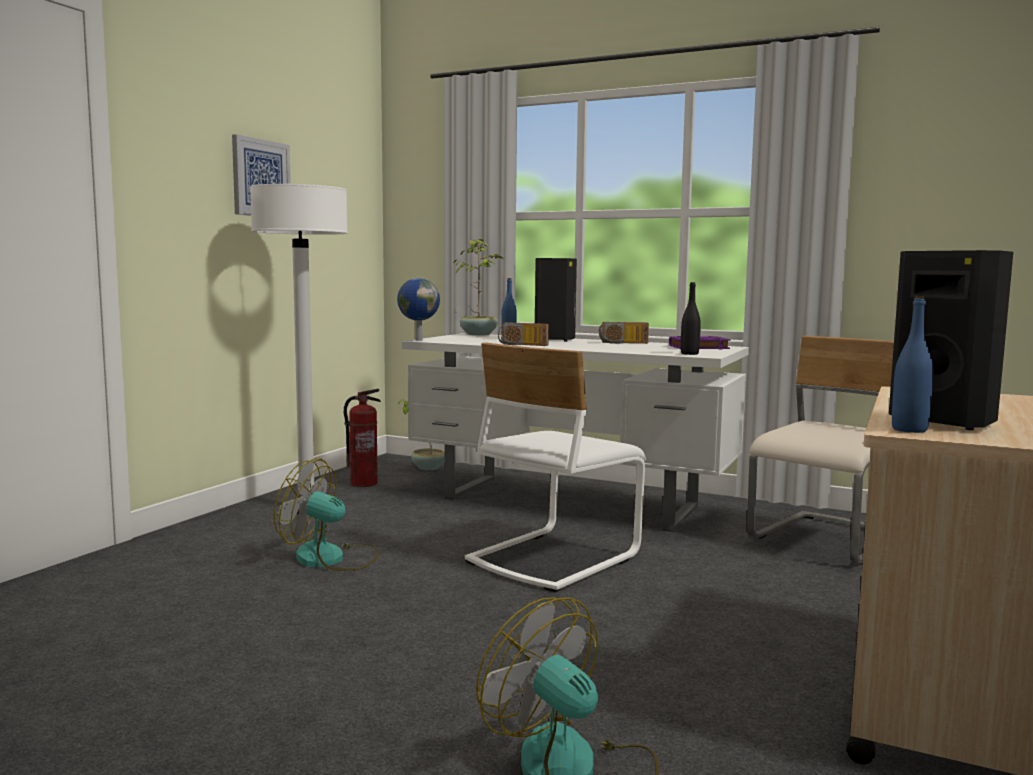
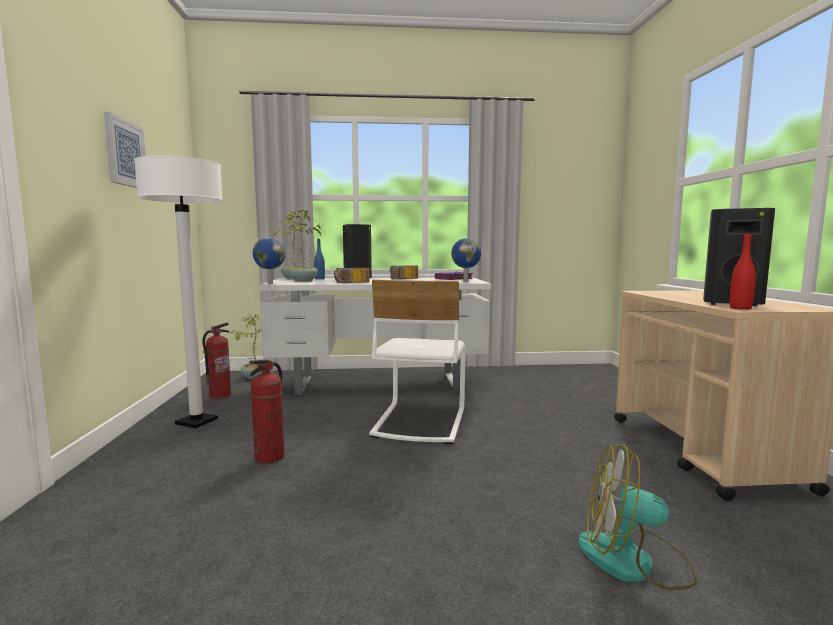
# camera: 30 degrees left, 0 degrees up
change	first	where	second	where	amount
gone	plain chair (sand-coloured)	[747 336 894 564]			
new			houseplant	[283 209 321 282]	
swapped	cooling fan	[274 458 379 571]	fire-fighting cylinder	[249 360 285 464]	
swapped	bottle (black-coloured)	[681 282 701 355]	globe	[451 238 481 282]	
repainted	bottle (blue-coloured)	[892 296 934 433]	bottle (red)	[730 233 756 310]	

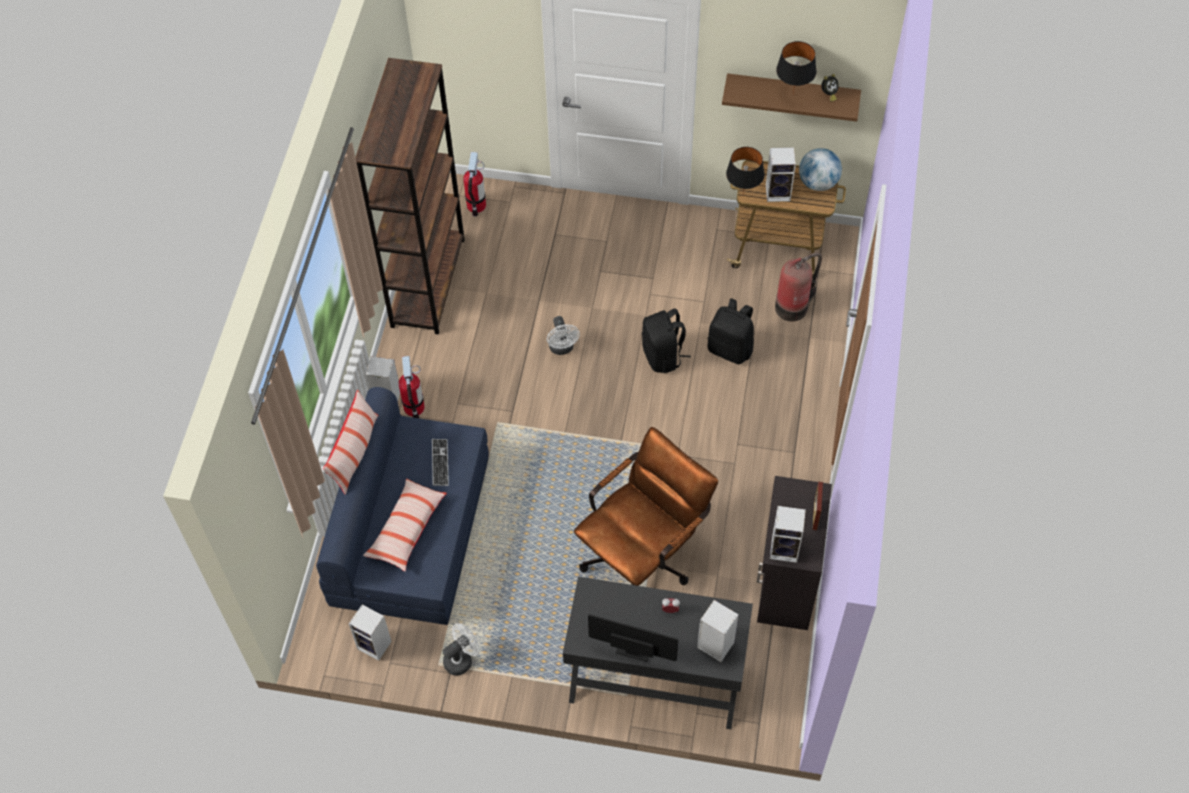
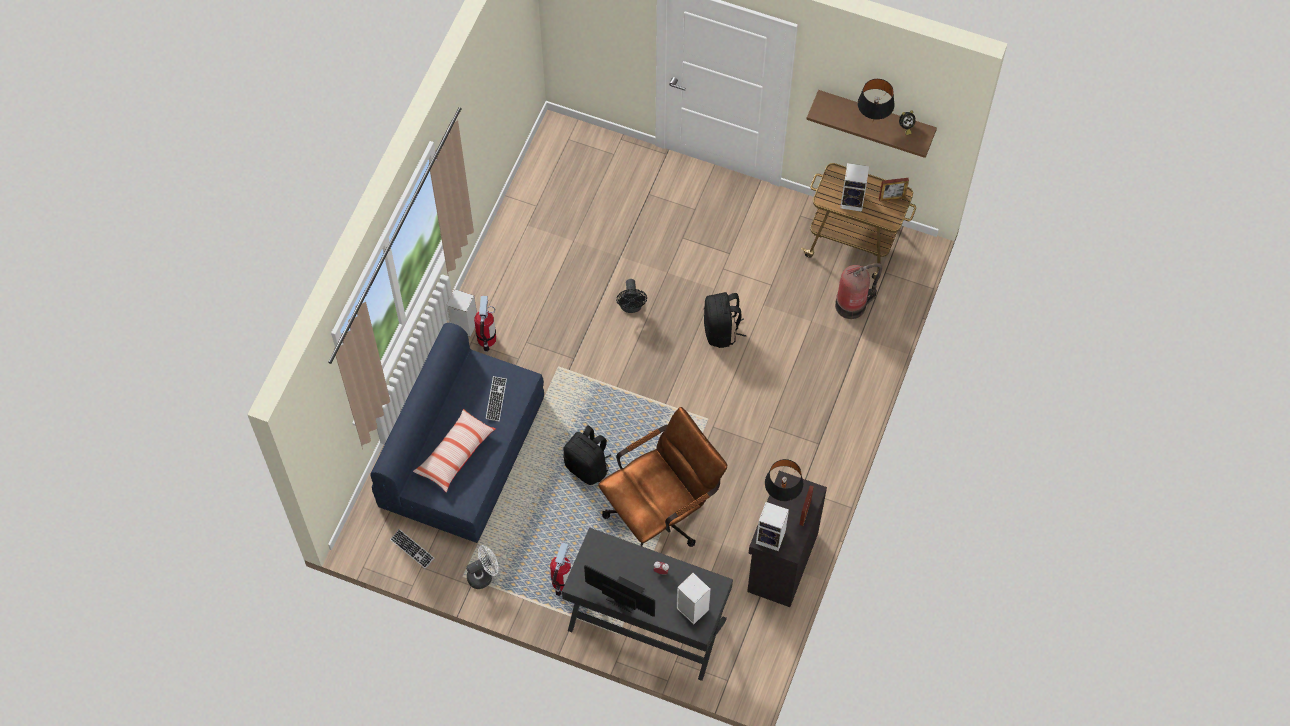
# camera: 10 degrees right, 5 degrees up
change	first	where	second	where	amount
gone	throw pillow	[323 390 378 495]			
gone	shelving unit (brown-coloured)	[355 58 465 335]			
shifted	fire-fighting cylinder	[463 152 486 216]		[550 542 573 596]	
shifted	rucksack (black-coloured)	[707 298 754 364]		[563 425 612 485]	
shifted	tabletop lamp (black-coloured)	[726 147 764 194]		[765 459 803 501]	
swapped	speaker	[349 604 392 661]	PC keyboard	[390 529 434 569]	
swapped	globe	[799 148 842 191]	picture frame	[879 178 909 201]	
repainted	cooling fan (white)	[547 316 580 355]	cooling fan (black-coloured)	[616 279 647 313]	

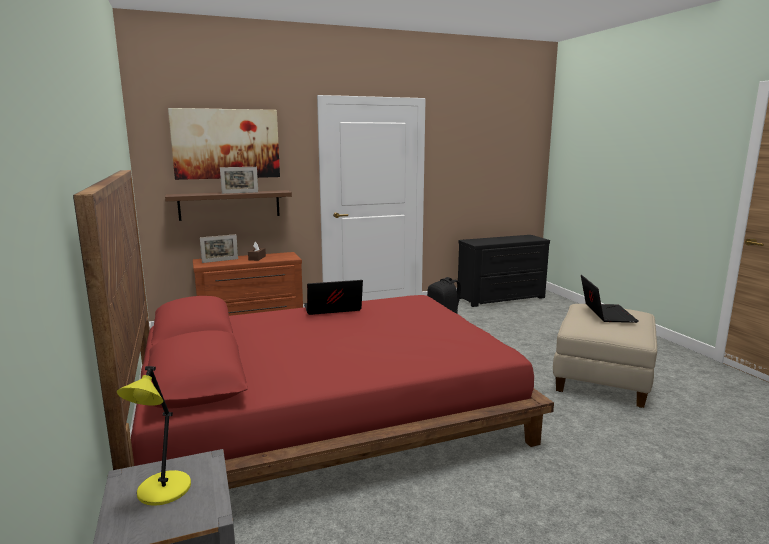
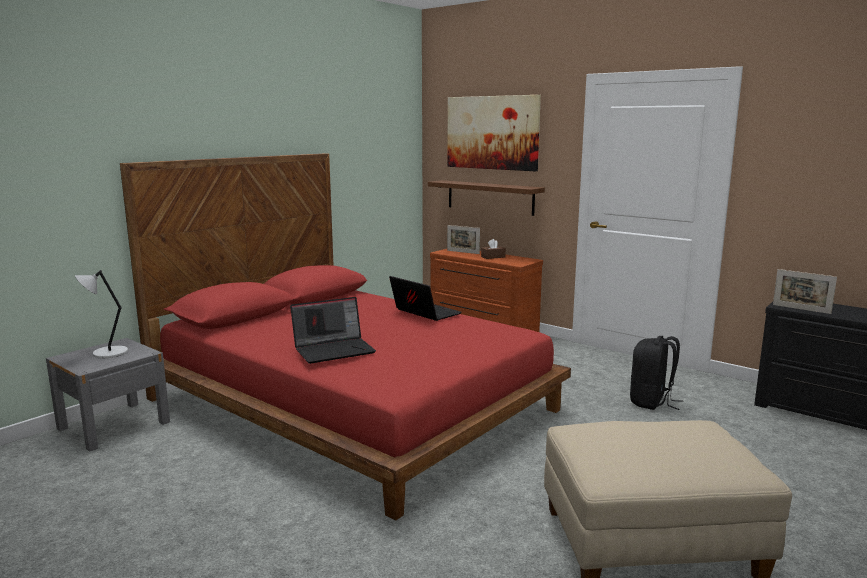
# camera: 60 degrees right, 0 degrees up
change	first	where	second	where	amount
shifted	picture frame	[220 167 258 194]		[773 269 837 314]	
shifted	laptop	[581 275 639 323]		[290 297 376 364]	
repainted	tabletop lamp (yellowish)	[117 366 191 506]	tabletop lamp (greyish)	[75 270 128 358]	

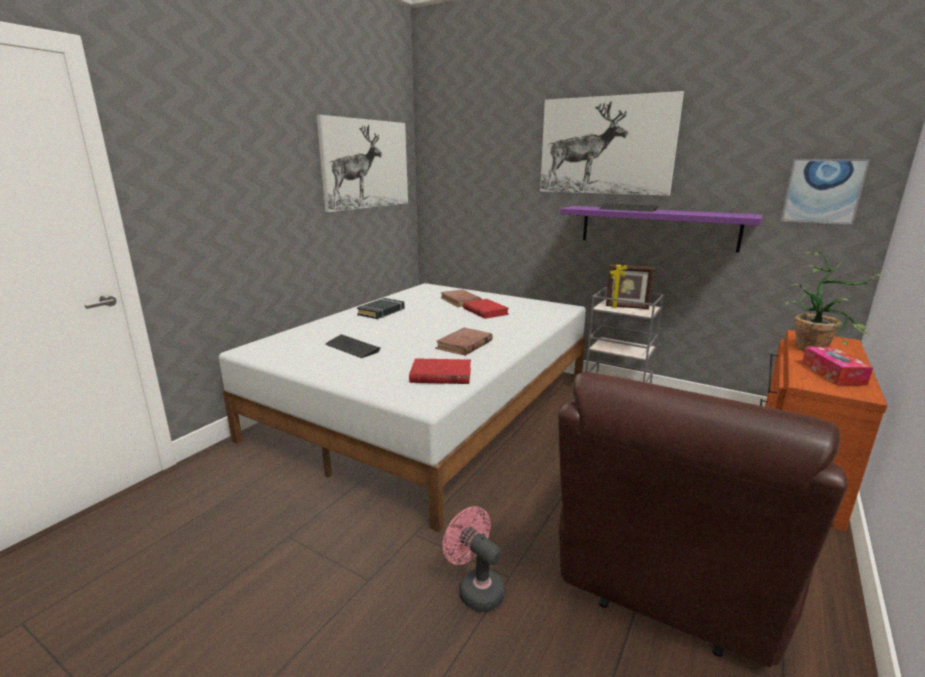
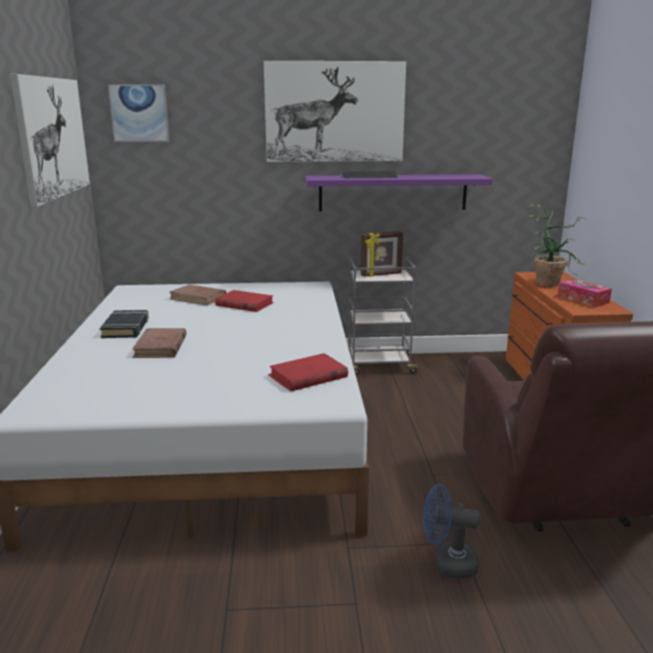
# camera: 35 degrees left, 0 degrees up
change	first	where	second	where	amount
gone	PC keyboard	[325 334 380 358]			
shifted	bound book (brown-coloured)	[435 328 493 355]		[132 328 187 358]	
shifted	wall art	[781 159 870 225]		[108 84 169 142]	
repainted	cooling fan (pinkish)	[443 506 505 612]	cooling fan (blue-coloured)	[423 484 480 579]	

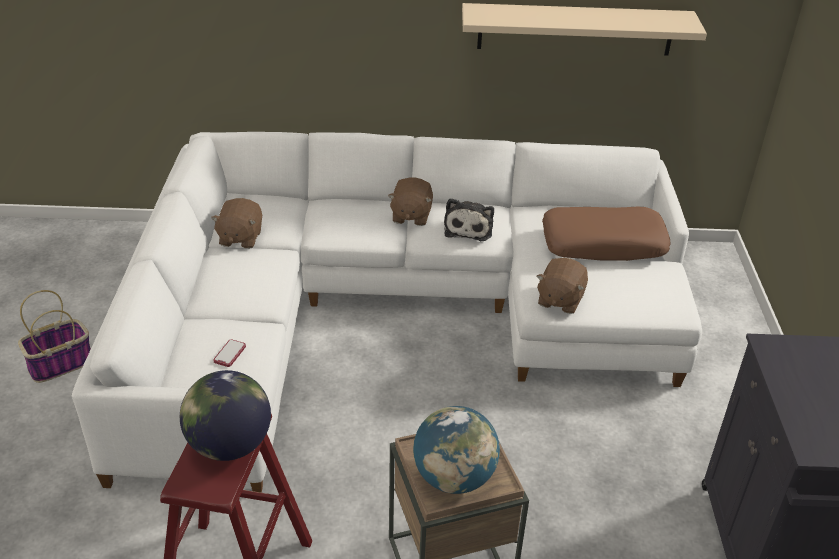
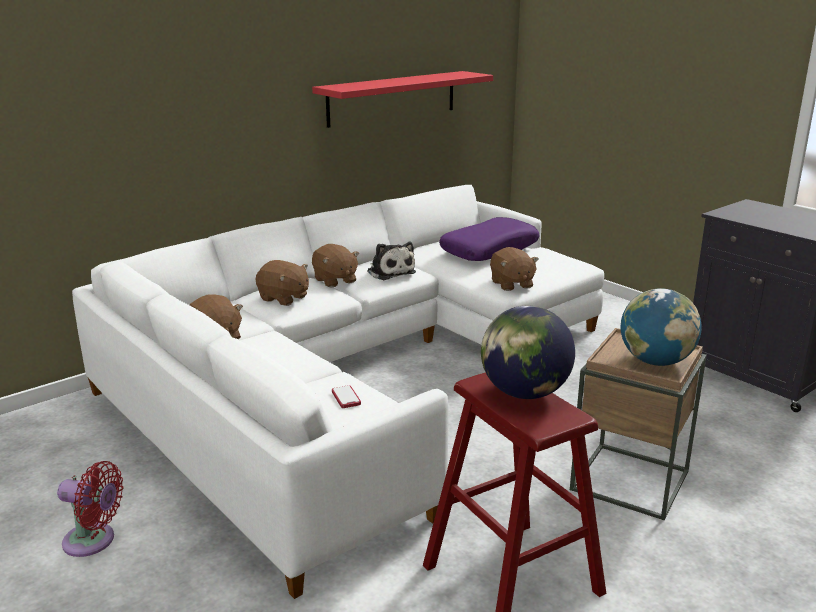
# camera: 40 degrees left, 15 degrees down
change	first	where	second	where	amount
new			cuddly toy (brown-coloured)	[256 260 309 306]	
swapped	storage basket	[18 290 91 383]	cooling fan (red)	[57 461 123 557]	
repainted	bracket shelf (sand-coloured)	[462 3 707 56]	bracket shelf (red)	[312 71 493 128]	
repainted	throw pillow (brown-coloured)	[542 207 670 261]	throw pillow (purple-coloured)	[439 217 540 261]	

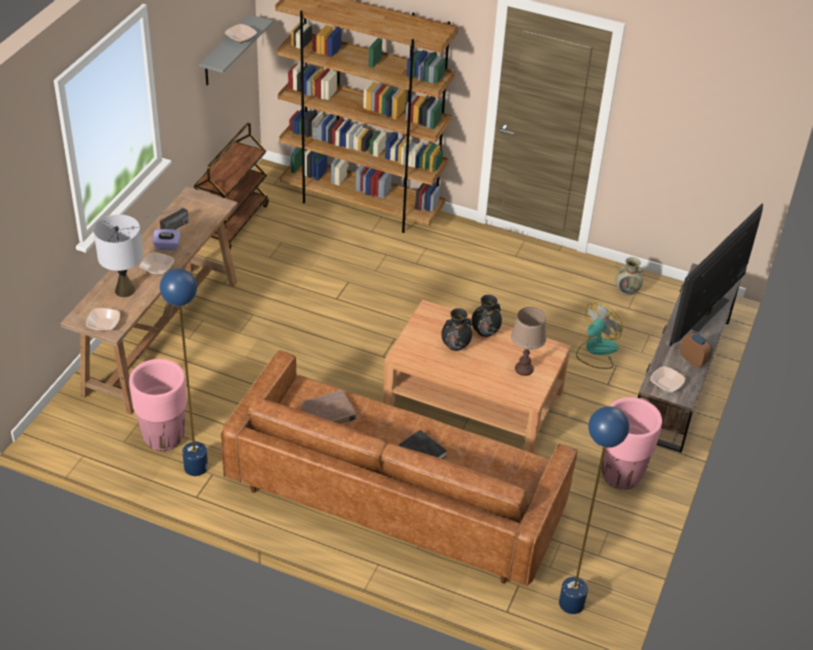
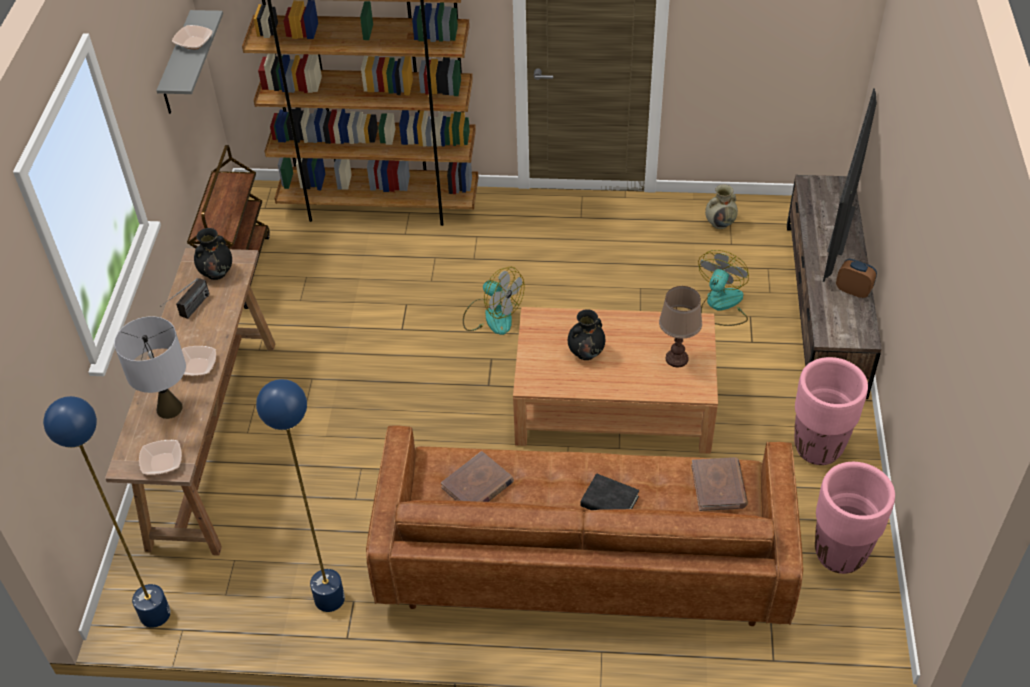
# camera: 15 degrees left, 5 degrees up
change	first	where	second	where	amount
gone	tissue box (purple-coloured)	[153 229 181 250]			
gone	deep dish	[650 366 686 392]			
new			cooling fan	[463 267 524 335]	
new			bound book (brown-coloured)	[691 457 748 511]	
shifted	flower pot (pinkish)	[129 359 187 451]		[815 462 895 574]	
shifted	flower vase (black-coloured)	[471 295 502 337]		[194 228 232 280]	
shifted	standard lamp (blue-coloured)	[559 406 629 614]		[43 396 171 628]	

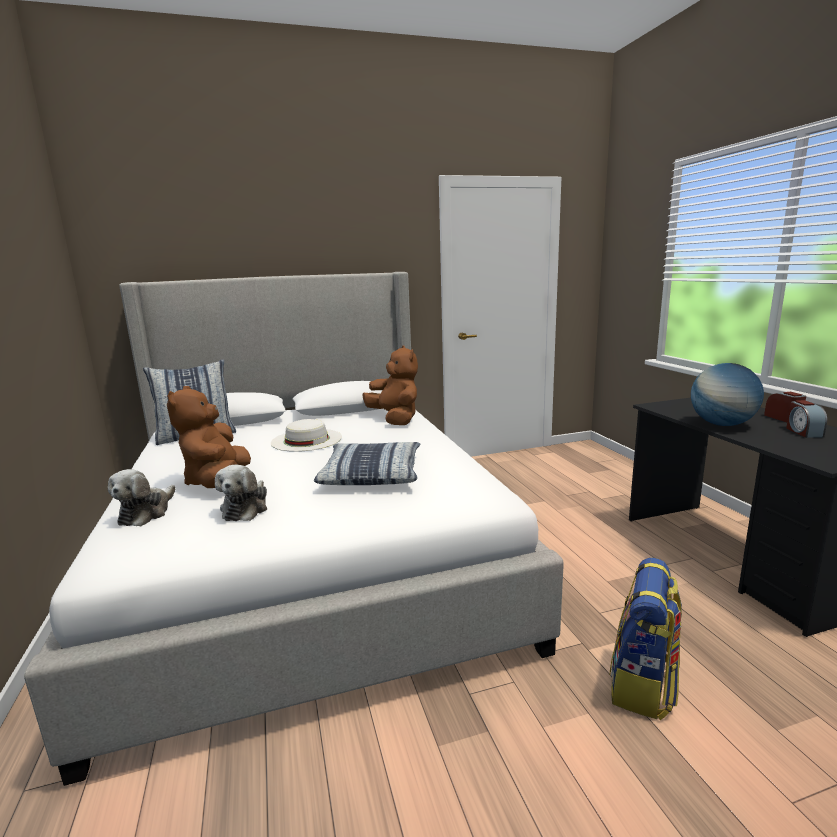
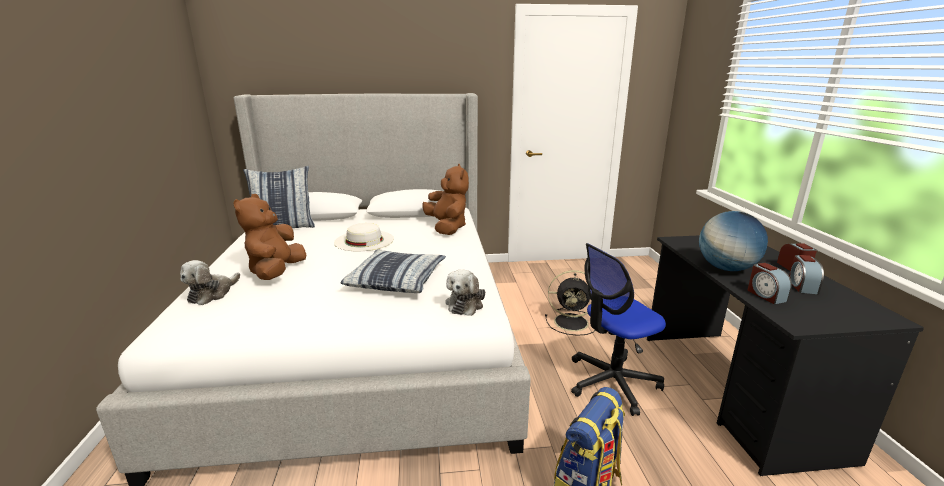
# camera: 10 degrees right, 5 degrees up
change	first	where	second	where	amount
new			cooling fan (black-coloured)	[545 270 595 336]	
new			computer chair	[571 243 666 416]	
new			alarm clock	[748 263 792 304]	
shifted	cuddly toy	[215 465 267 521]		[445 269 485 316]	

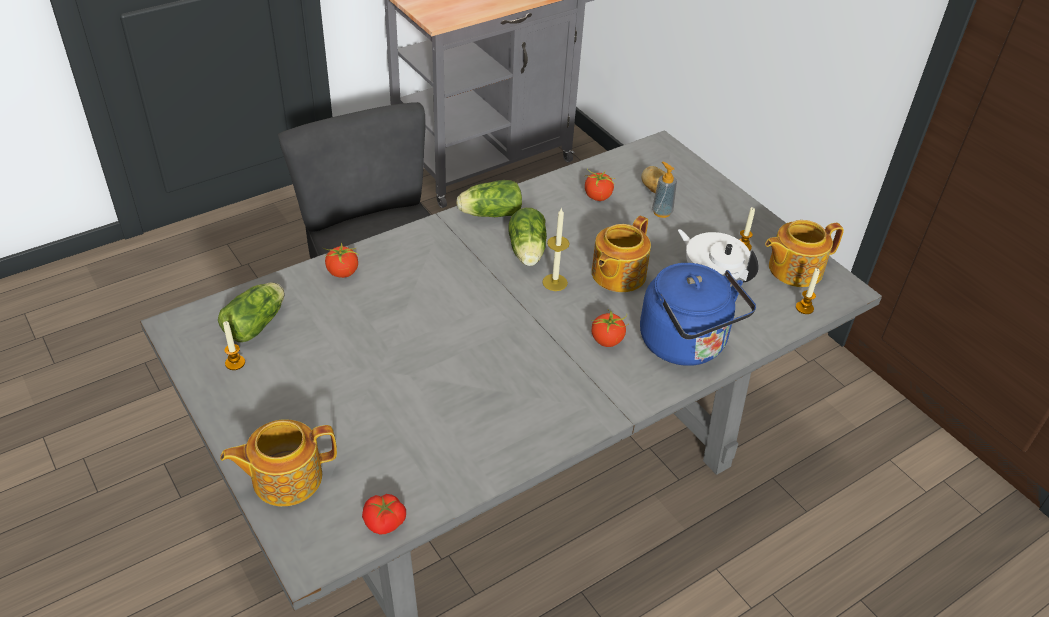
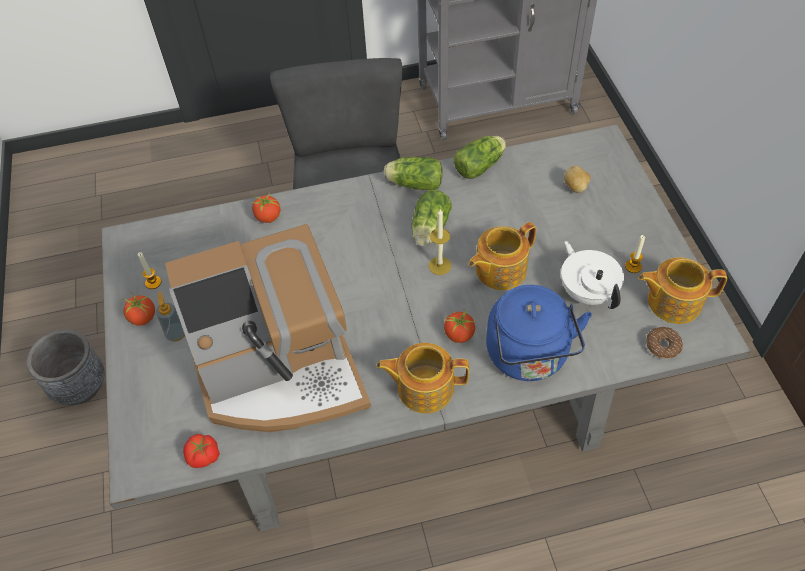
# camera: 25 degrees right, 10 degrees up
change	first	where	second	where	amount
new			flower pot (greyish)	[26 329 105 405]	
new			coffee machine	[165 224 371 432]	
shifted	head of lettuce	[218 283 284 342]		[453 136 506 179]	
shifted	pot for tea	[220 419 337 506]		[377 343 469 413]	
shifted	fresh tomato	[585 169 615 201]		[119 290 155 326]	
shifted	liquid soap bottle	[652 162 677 218]		[156 292 185 342]	
swapped	wax light	[796 268 820 314]	ring doughnut	[646 327 683 359]	

